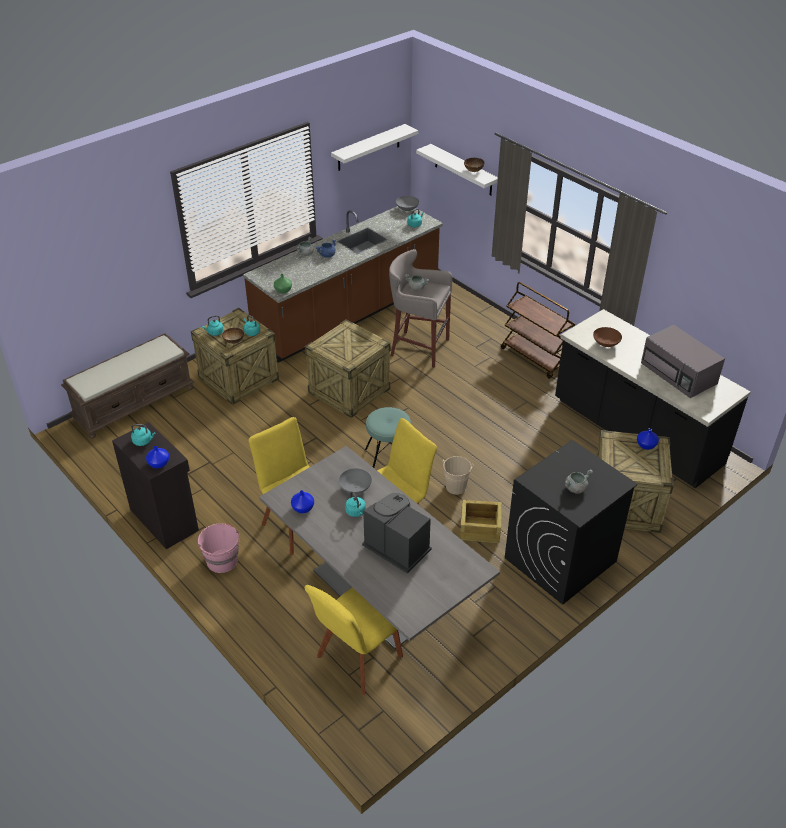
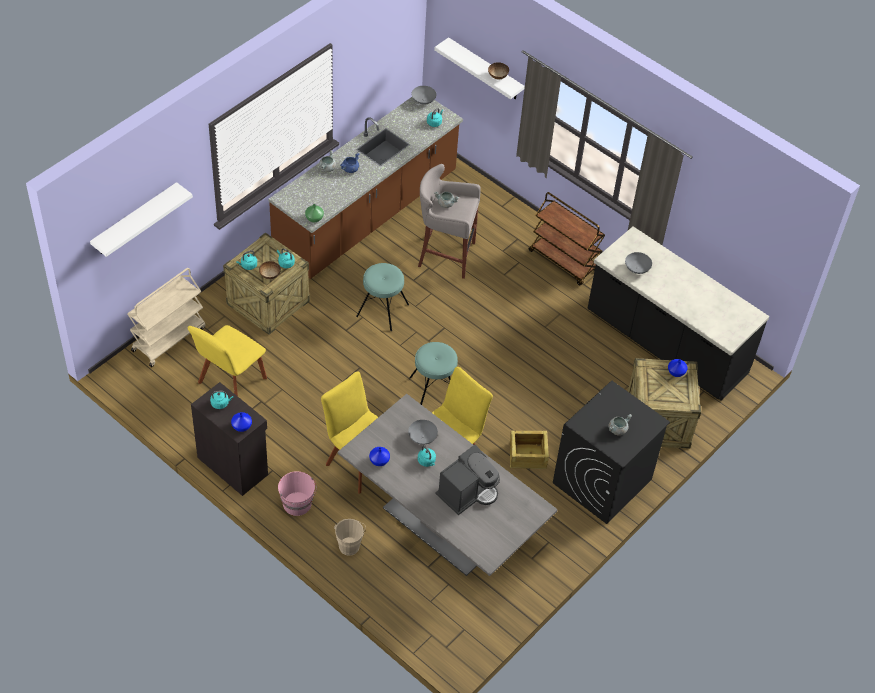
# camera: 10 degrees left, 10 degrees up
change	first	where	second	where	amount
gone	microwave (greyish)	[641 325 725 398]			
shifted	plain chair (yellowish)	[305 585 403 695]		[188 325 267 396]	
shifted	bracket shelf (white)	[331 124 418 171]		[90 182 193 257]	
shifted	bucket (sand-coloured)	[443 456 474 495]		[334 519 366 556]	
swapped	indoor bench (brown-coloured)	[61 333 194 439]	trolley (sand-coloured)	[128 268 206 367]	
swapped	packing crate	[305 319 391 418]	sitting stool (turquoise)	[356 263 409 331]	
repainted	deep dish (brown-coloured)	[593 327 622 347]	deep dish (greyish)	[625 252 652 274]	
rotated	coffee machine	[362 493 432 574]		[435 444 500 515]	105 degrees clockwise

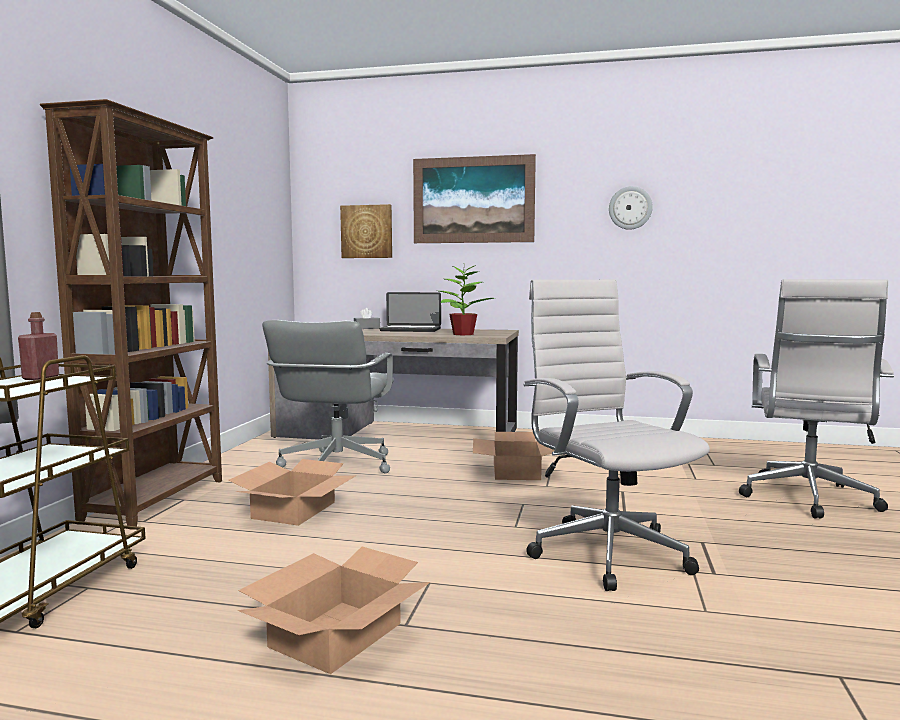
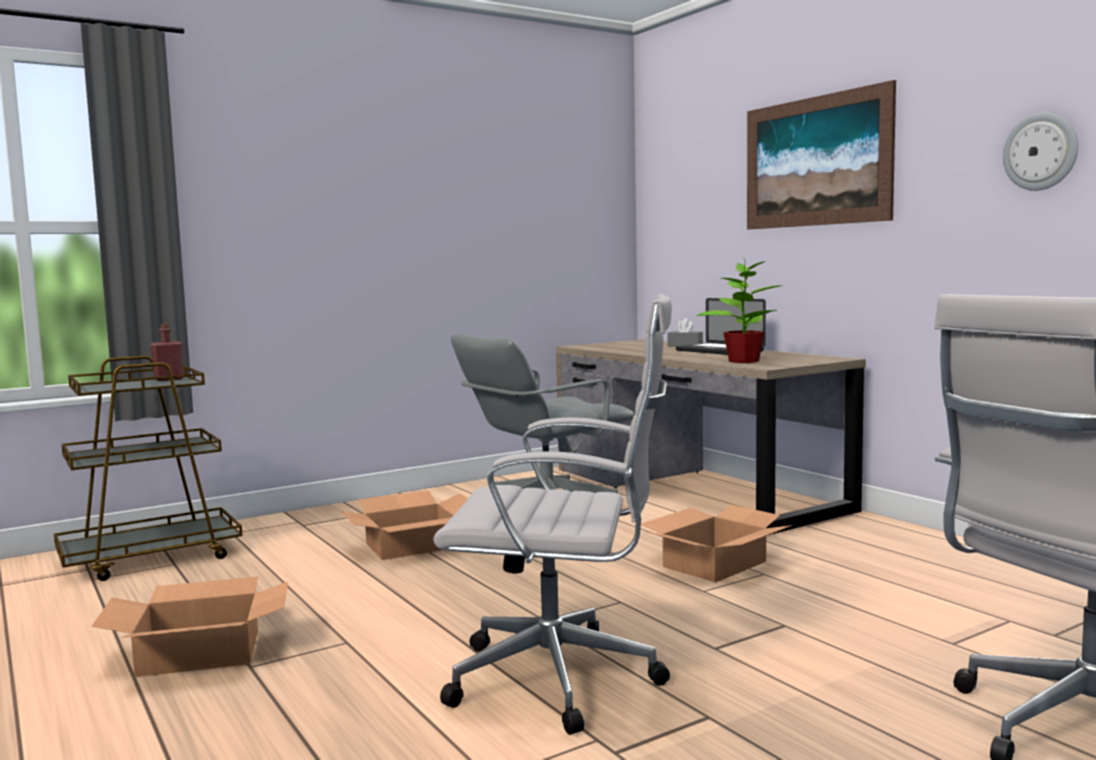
# camera: 45 degrees right, 0 degrees up
change	first	where	second	where	amount
gone	shelving unit (brown-coloured)	[40 99 222 530]			
gone	wall art	[340 204 392 258]			
rotated	computer chair (white)	[523 279 710 591]		[433 294 672 735]	75 degrees clockwise

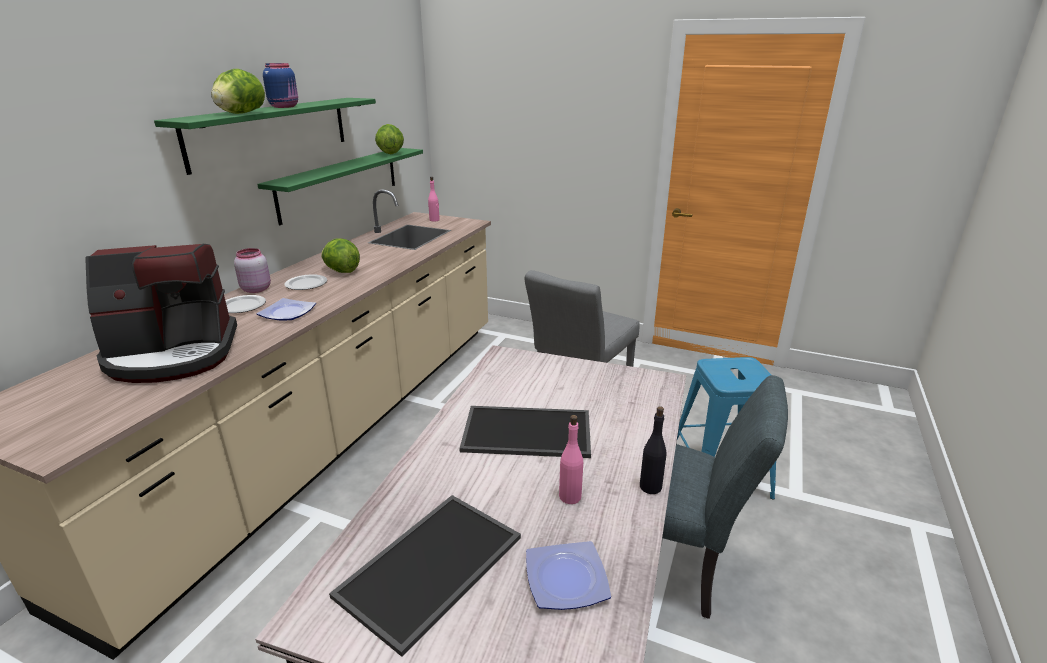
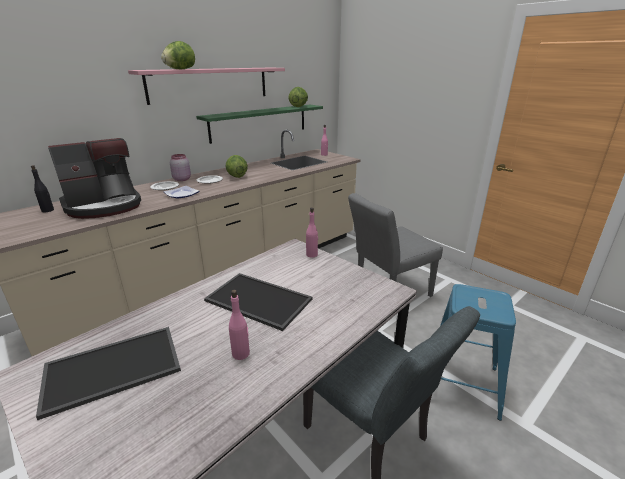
# camera: 25 degrees right, 0 degrees up
change	first	where	second	where	amount
gone	jar (blue-coloured)	[263 63 298 108]			
gone	flat dish	[526 541 611 610]			
new			bottle (pinkish)	[306 207 318 258]	
shifted	bottle (black-coloured)	[640 406 667 494]		[31 165 54 212]	
repainted	bracket shelf (green-coloured)	[154 98 376 175]	bracket shelf (pinkish)	[128 68 285 105]	
rotated	coffee machine	[85 243 237 383]		[48 138 141 219]	45 degrees counterclockwise

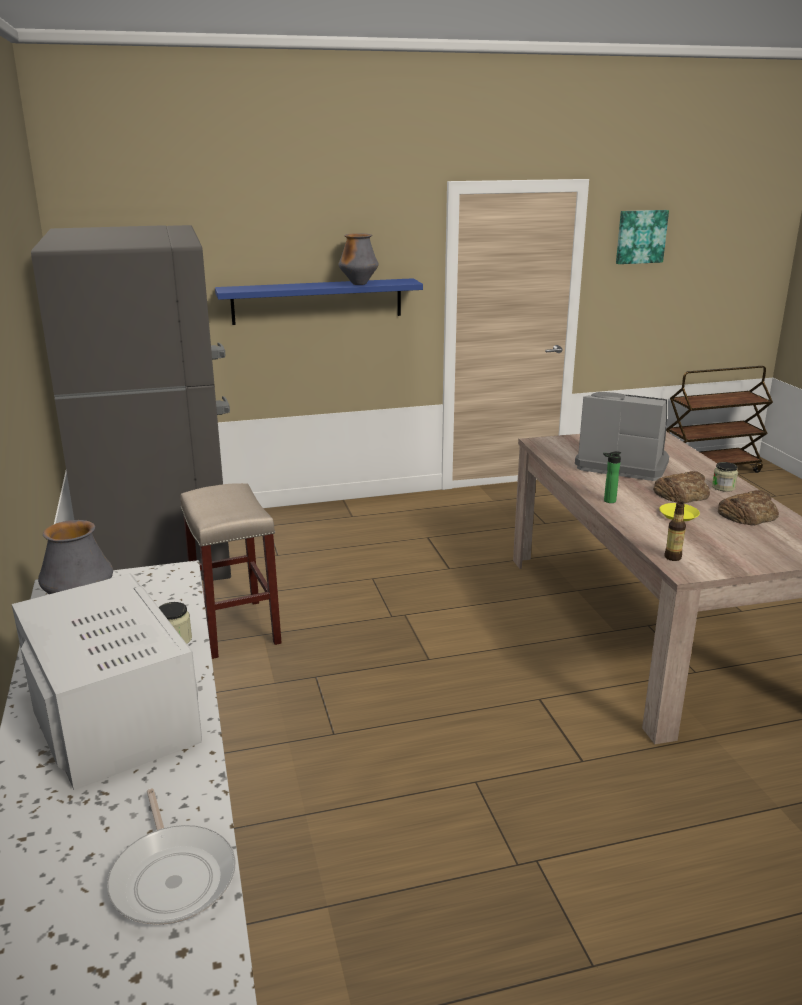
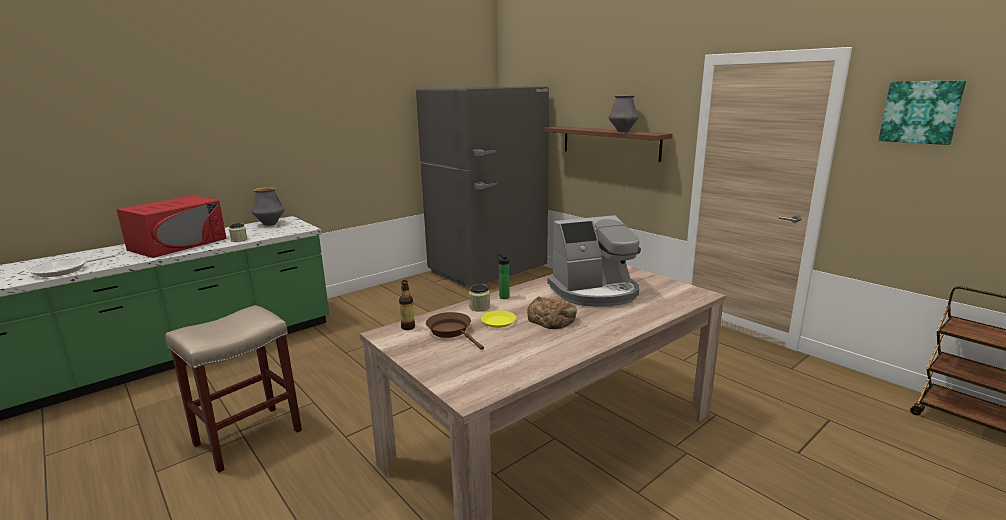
# camera: 65 degrees right, 5 degrees down
change	first	where	second	where	amount
gone	bakery bread	[718 490 779 525]			
new			frying pan (brown-coloured)	[426 312 484 350]	
shifted	sitting stool (sand-coloured)	[180 483 282 659]		[165 305 302 473]	
shifted	jar	[712 462 738 492]		[469 284 490 312]	
repainted	microwave (white)	[12 573 202 790]	microwave (red)	[116 195 227 258]	
repainted	bracket shelf (blue-coloured)	[215 278 423 325]	bracket shelf (brown-coloured)	[544 126 673 162]	
rotated	coffee machine	[575 392 669 481]		[547 215 641 307]	75 degrees clockwise

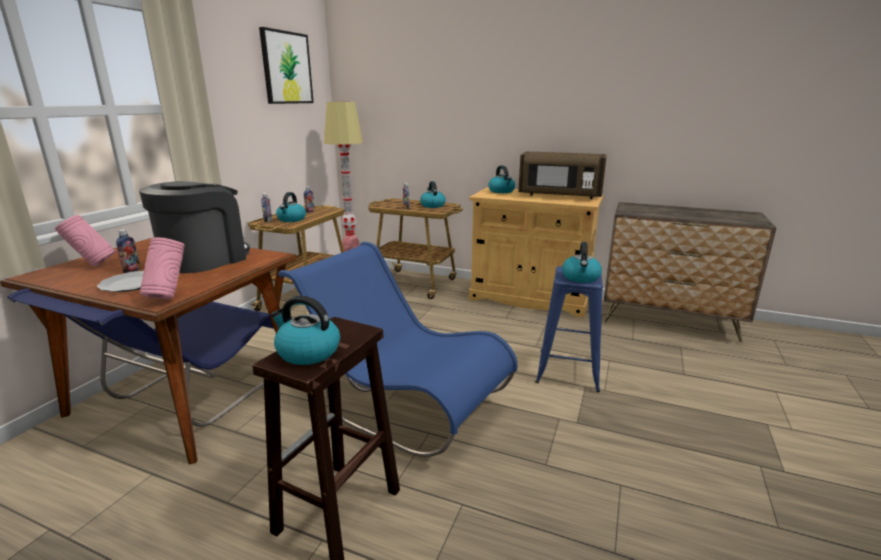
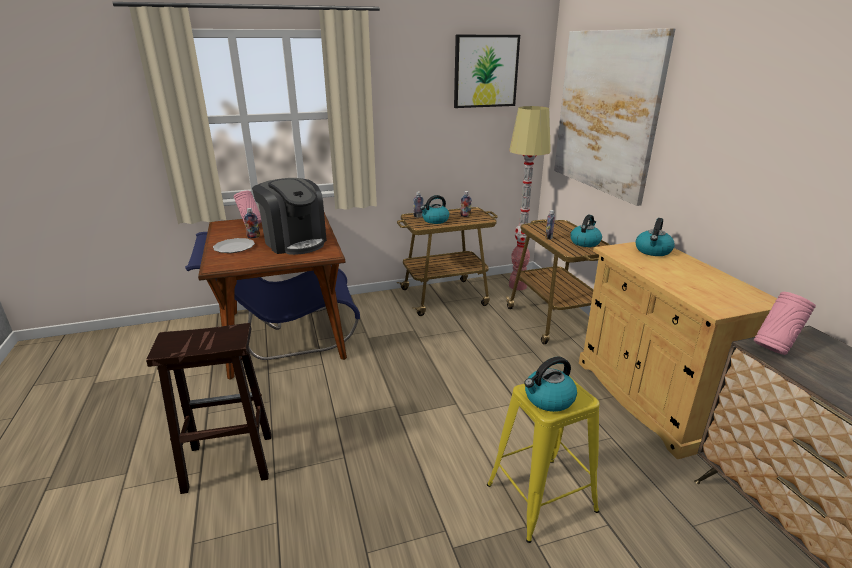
# camera: 50 degrees right, 5 degrees up
change	first	where	second	where	amount
gone	kettle	[270 295 340 365]			
gone	plain chair (blue-coloured)	[278 242 517 457]			
gone	microwave (brown-coloured)	[518 152 607 199]			
new			wall art	[554 28 675 206]	
shifted	flower vase (pinkish)	[140 237 185 299]		[754 292 816 355]	
repainted	sitting stool (blue-coloured)	[535 266 603 392]	sitting stool (yellowish)	[487 377 599 543]	
rotated	coffee machine	[139 181 250 273]		[252 178 327 255]	60 degrees clockwise

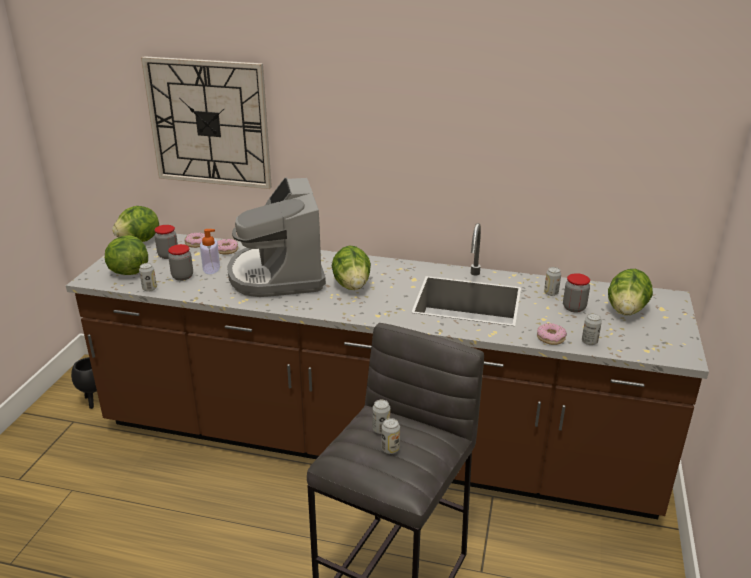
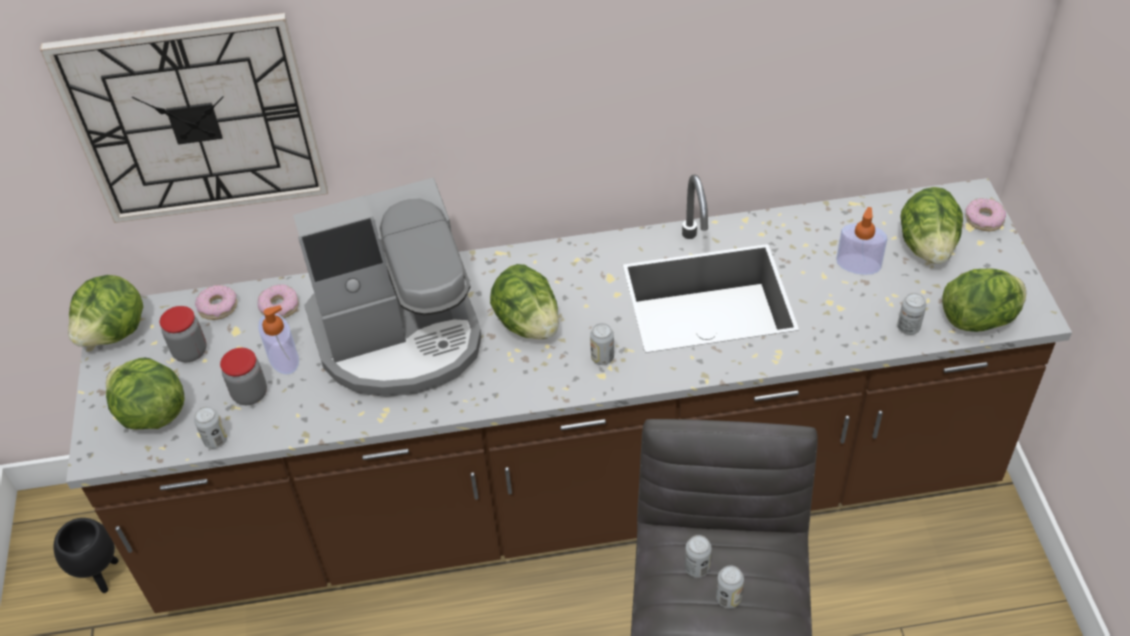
# camera: 20 degrees left, 20 degrees up
change	first	where	second	where	amount
new			head of lettuce	[942 268 1026 332]	
shifted	ring doughnut	[537 323 567 345]		[966 198 1006 231]	
shifted	sealed can	[544 267 561 296]		[590 323 614 365]	
swapped	jar	[563 273 590 313]	liquid soap bottle	[836 207 887 275]	
rotated	coffee machine	[227 178 326 297]		[293 178 482 397]	75 degrees counterclockwise

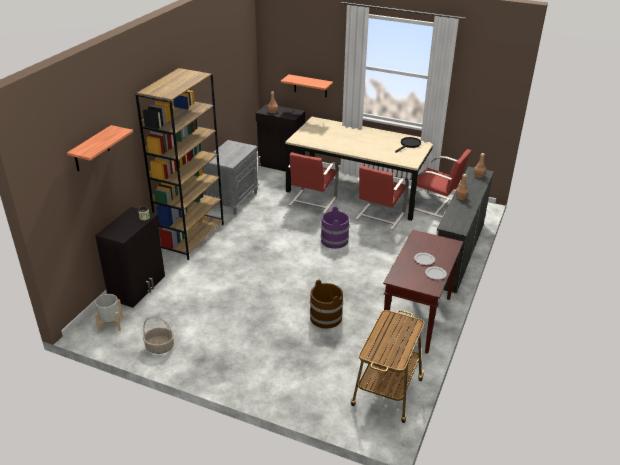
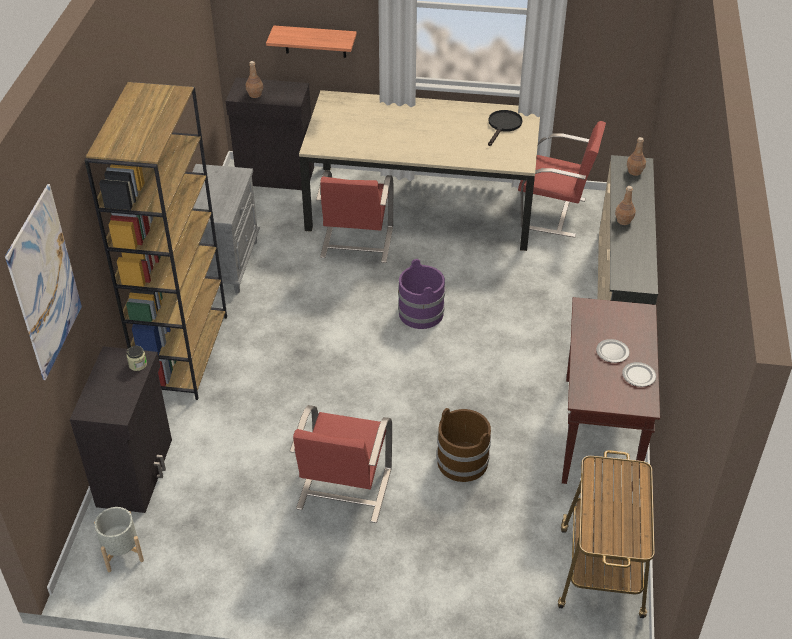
# camera: 15 degrees left, 10 degrees up
change	first	where	second	where	amount
gone	storage basket	[143 317 174 354]			
shifted	plain chair (red)	[355 166 409 230]		[290 405 392 523]	
swapped	bracket shelf	[67 125 133 171]	wall art	[5 184 82 380]	

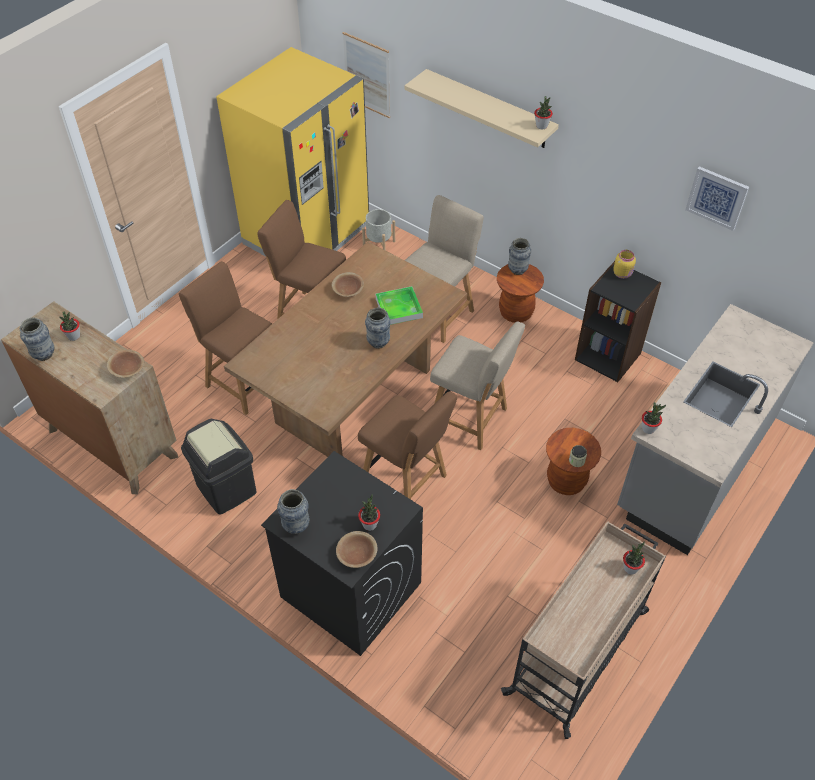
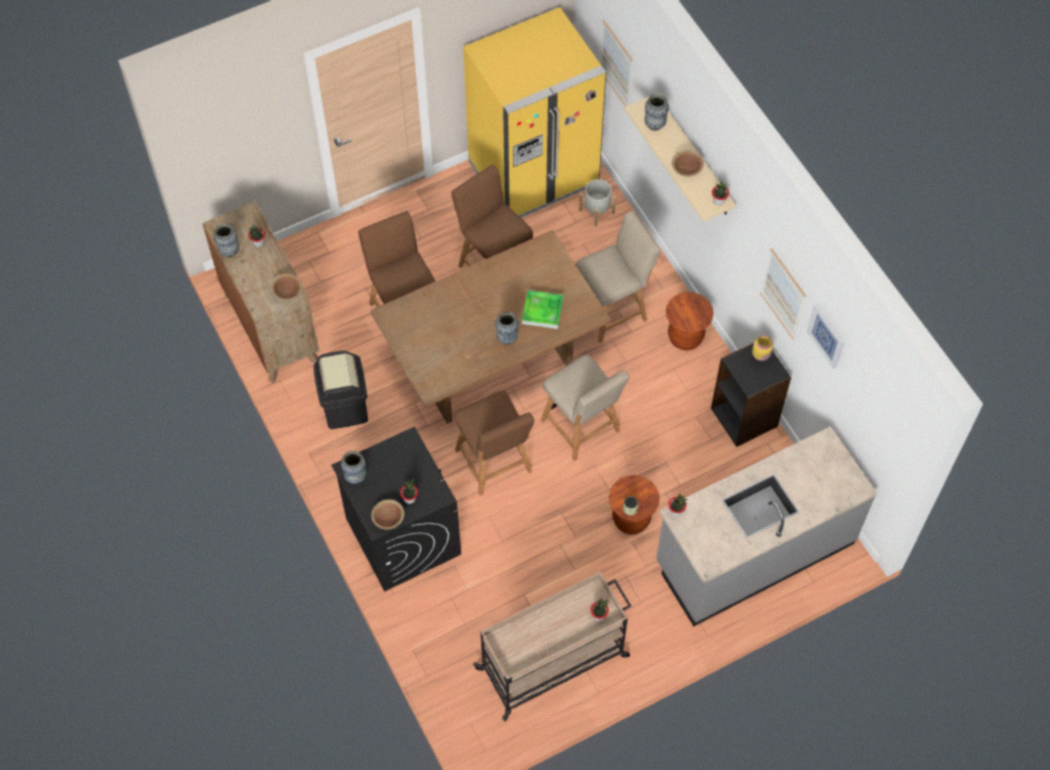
# camera: 25 degrees right, 10 degrees up
change	first	where	second	where	amount
new			wall art	[760 248 806 340]	
shifted	deep dish (brown-coloured)	[332 272 364 297]		[672 150 704 177]	
shifted	flower vase	[508 238 531 275]		[644 93 669 131]	

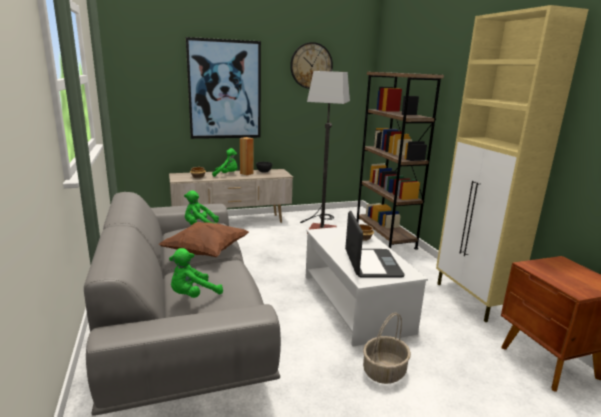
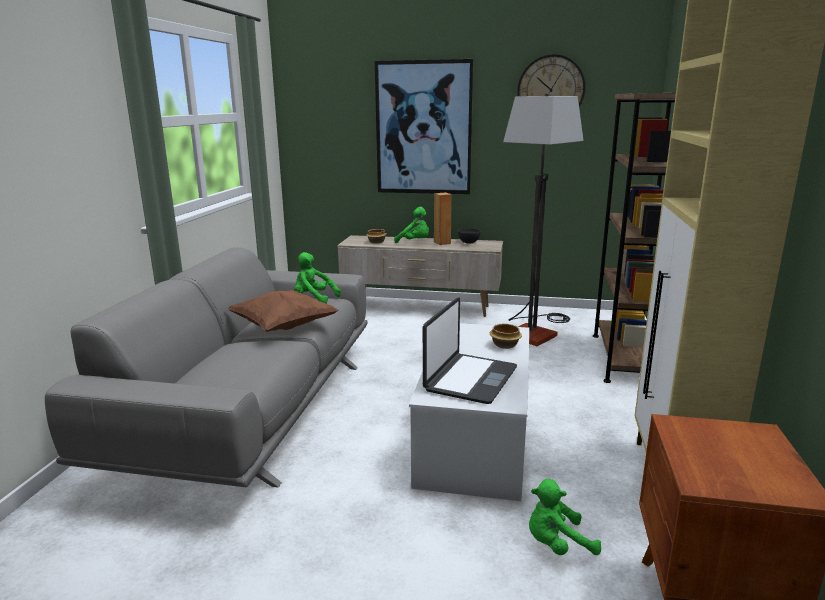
# camera: 30 degrees right, 0 degrees up
change	first	where	second	where	amount
gone	storage basket	[363 313 411 384]			
shifted	cuddly toy (green-coloured)	[169 248 223 298]		[529 479 601 555]	

